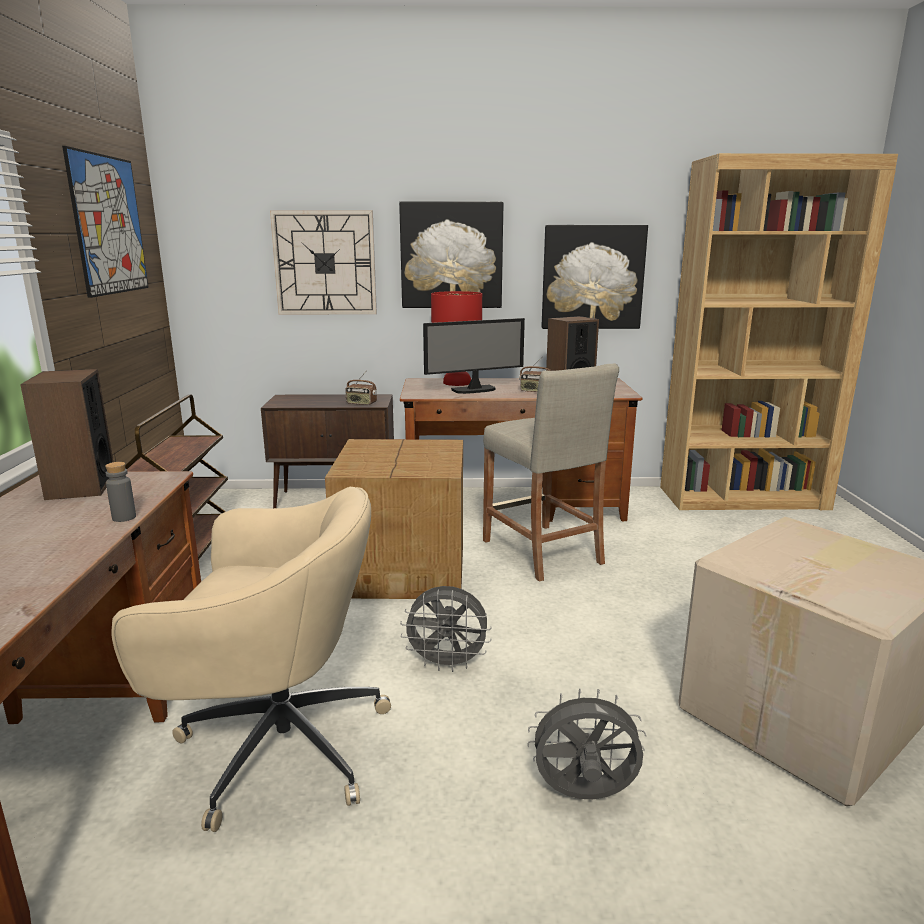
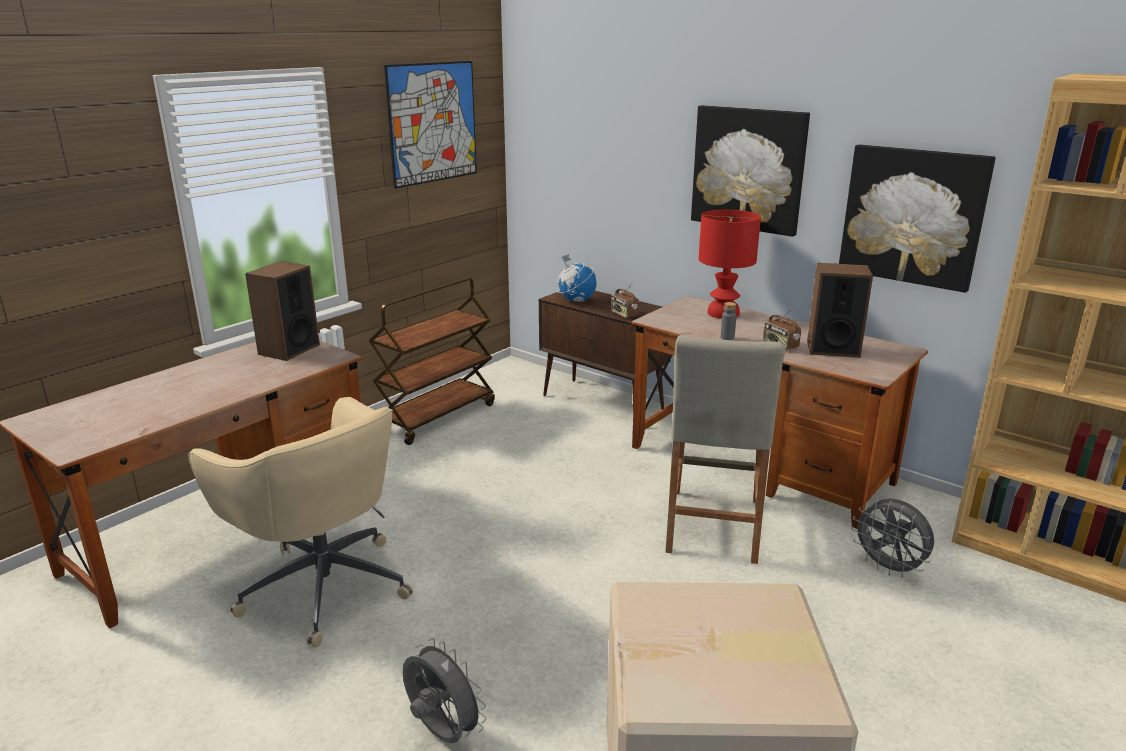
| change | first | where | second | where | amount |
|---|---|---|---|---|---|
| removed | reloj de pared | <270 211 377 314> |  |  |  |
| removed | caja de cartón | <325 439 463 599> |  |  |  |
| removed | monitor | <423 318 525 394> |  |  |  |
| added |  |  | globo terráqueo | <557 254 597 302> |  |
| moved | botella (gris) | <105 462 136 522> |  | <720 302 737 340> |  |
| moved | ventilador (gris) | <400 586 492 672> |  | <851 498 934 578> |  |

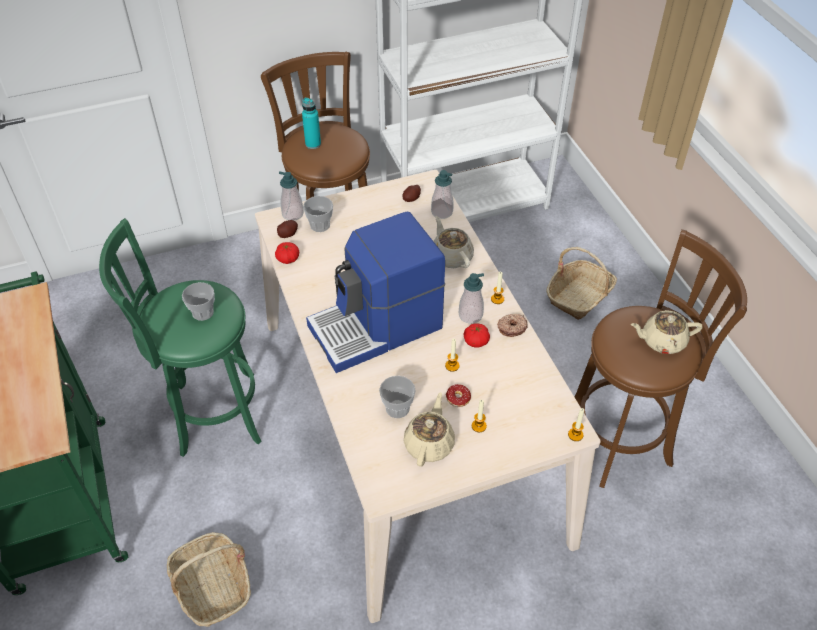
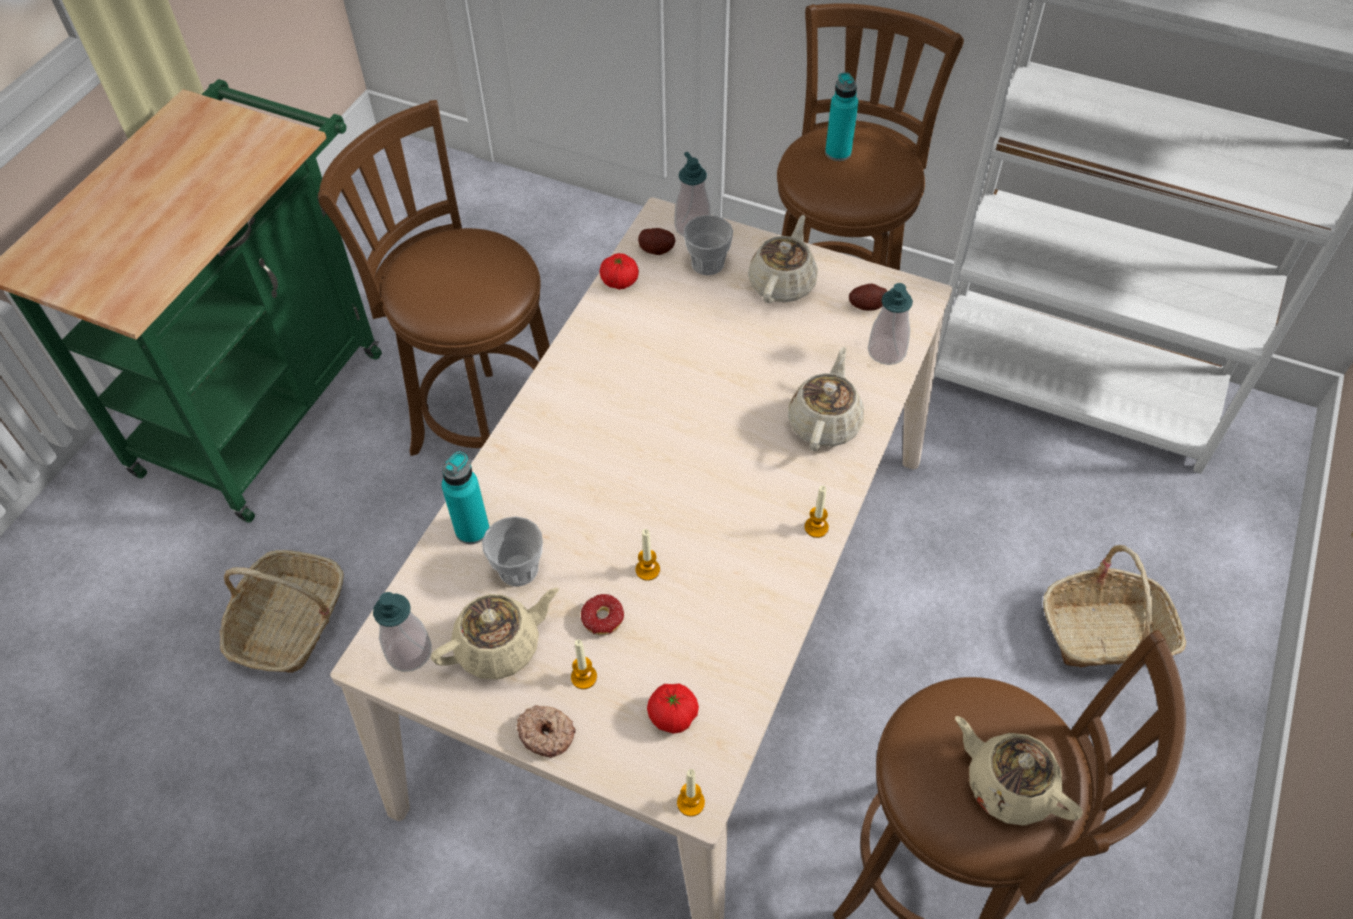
| change | first | where | second | where | amount |
|---|---|---|---|---|---|
| removed | taza | <182 282 215 321> |  |  |  |
| removed | cafetera | <306 212 445 373> |  |  |  |
| added |  |  | botella (turquesa) | <442 451 490 544> |  |
| added |  |  | tetera (beis) | <748 215 818 303> |  |
| moved | dispensador de jabón | <459 273 484 324> |  | <373 592 432 672> |  |
| moved | tomate | <464 323 490 348> |  | <647 683 699 734> |  |
| moved | rosquilla | <497 314 528 337> |  | <517 705 576 758> |  |
| recoloured | taburete (verde) | <99 218 261 457> | taburete (marrón) | <318 100 550 456> |  |

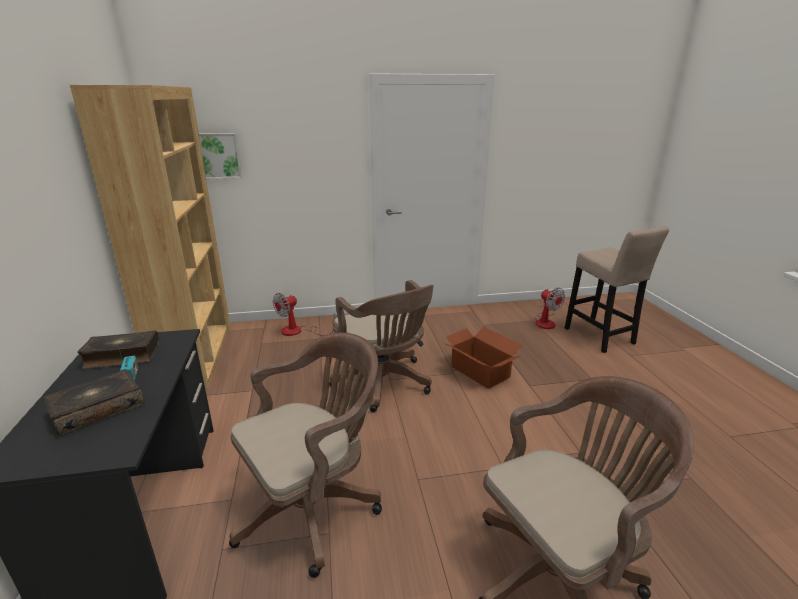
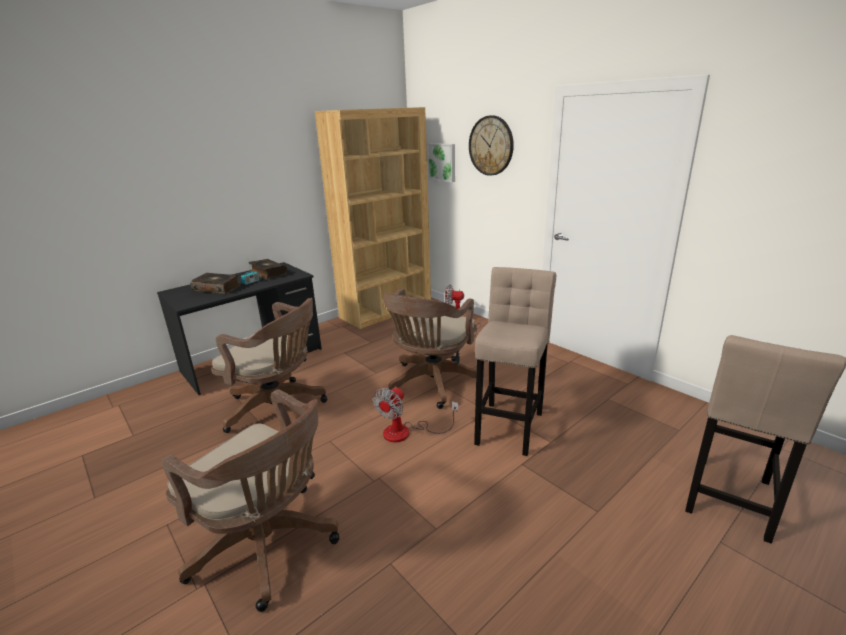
| change | first | where | second | where | amount |
|---|---|---|---|---|---|
| added |  |  | reloj de pared | <469 115 514 176> |  |
| moved | ventilador | <535 288 565 329> |  | <373 386 459 442> |  |
| replaced | caja de cartón | <444 326 522 389> | taburete (beis) | <474 267 556 456> |  |

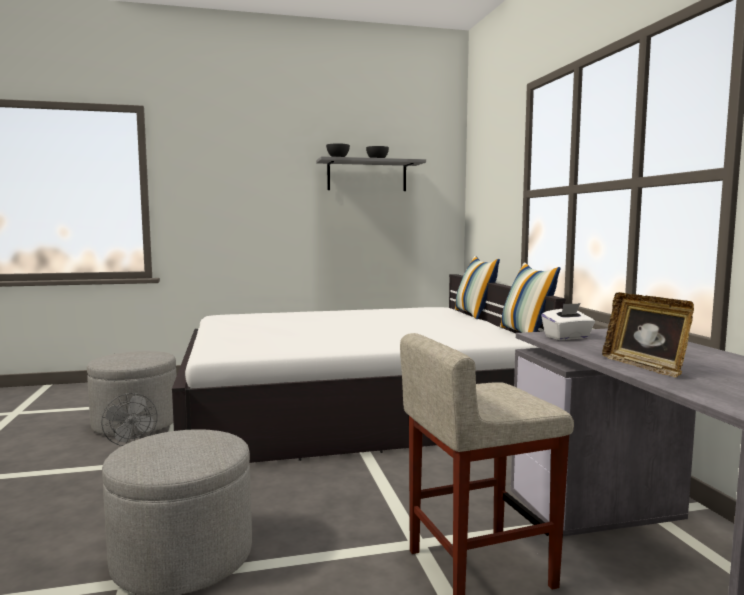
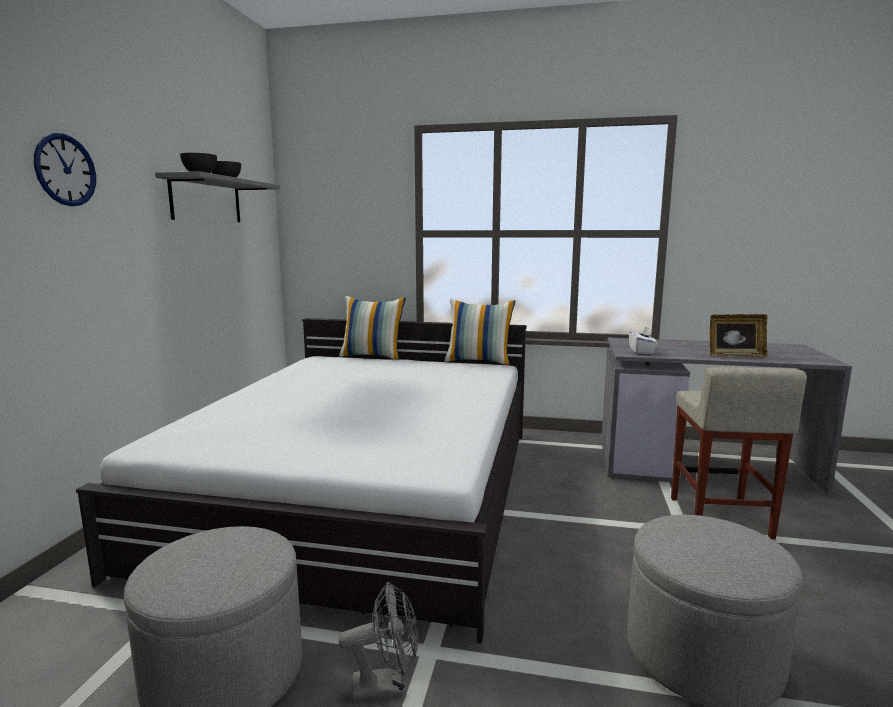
| change | first | where | second | where | amount |
|---|---|---|---|---|---|
| added |  |  | reloj de pared | <34 133 96 206> |  |

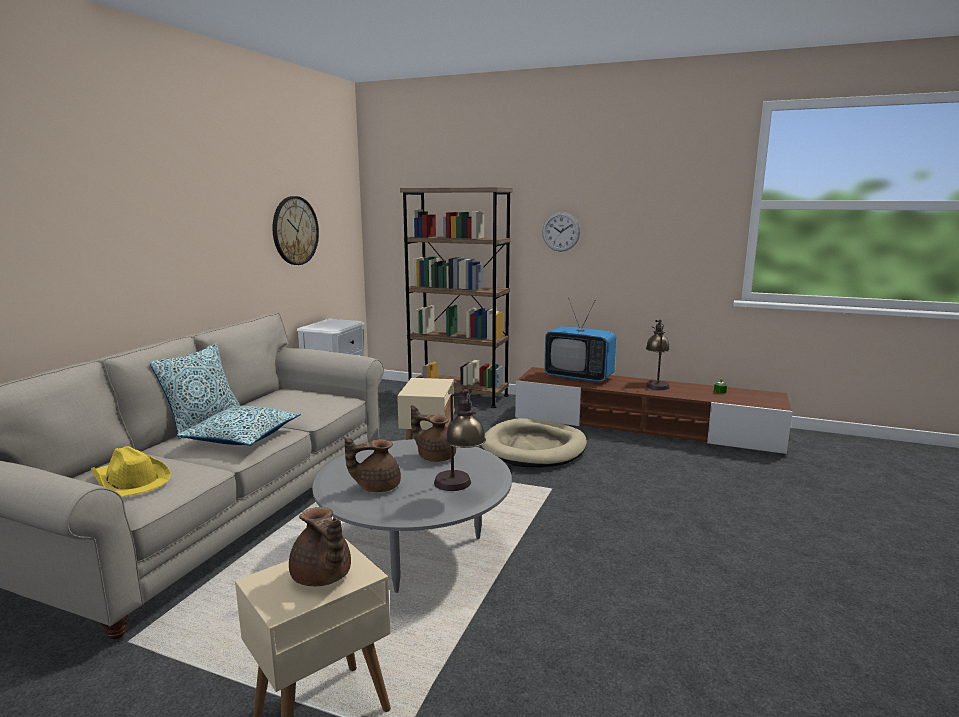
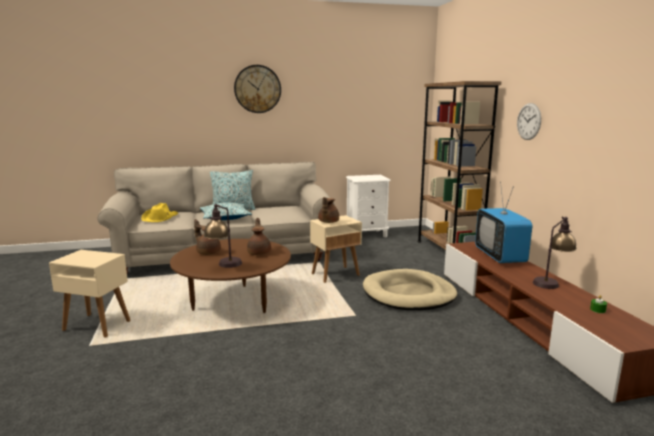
| change | first | where | second | where | amount |
|---|---|---|---|---|---|
| moved | reloj de pared | <273 196 319 265> |  | <234 65 281 113> |  |
| moved | tetera (marrón) | <289 507 351 586> |  | <318 197 339 223> |  |
| recoloured | mesa de centro (gris) | <312 439 512 593> | mesa de centro (marrón) | <170 239 291 313> |  |

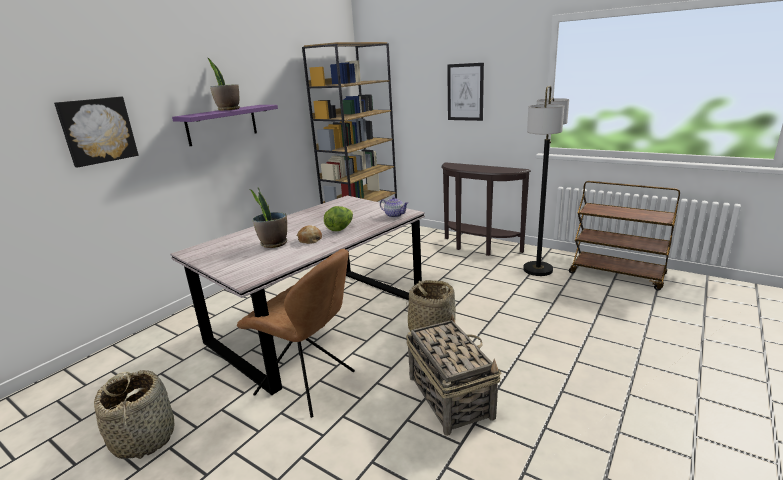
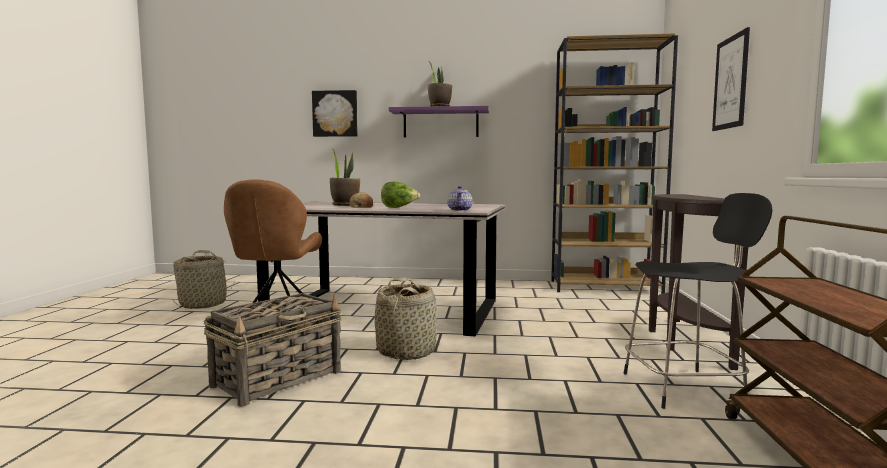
| change | first | where | second | where | amount |
|---|---|---|---|---|---|
| replaced | lámpara de pie | <523 86 569 276> | taburete (negro) | <624 193 773 409> |  |

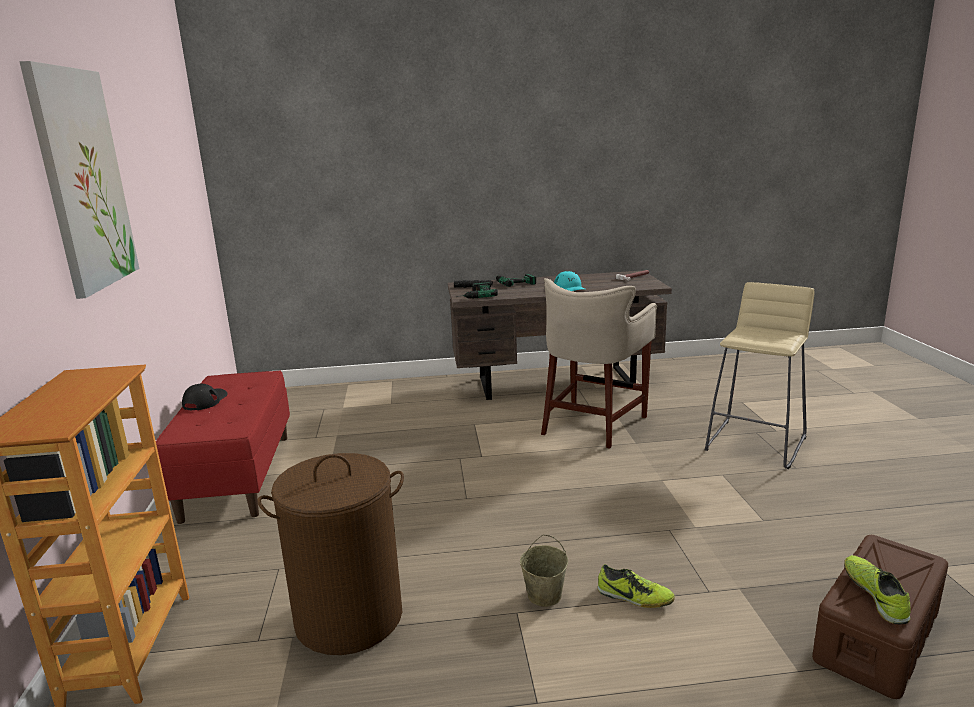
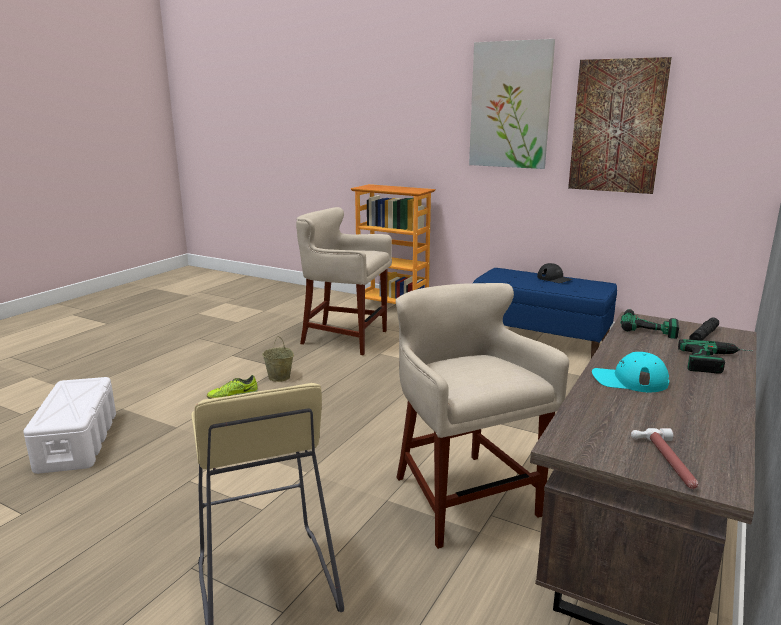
| change | first | where | second | where | amount |
|---|---|---|---|---|---|
| removed | zapato | <844 555 911 624> |  |  |  |
| added |  |  | cuadro | <568 57 672 194> |  |
| replaced | cesto de la ropa (marrón) | <257 453 404 655> | taburete (beis) | <296 207 392 355> |  |
| recoloured | banco (rojo) | <156 371 290 524> | banco (azul) | <473 268 617 358> |  |
| recoloured | caja de almacenaje (marrón) | <812 535 948 699> | caja de almacenaje (blanco) | <23 377 116 474> |  |

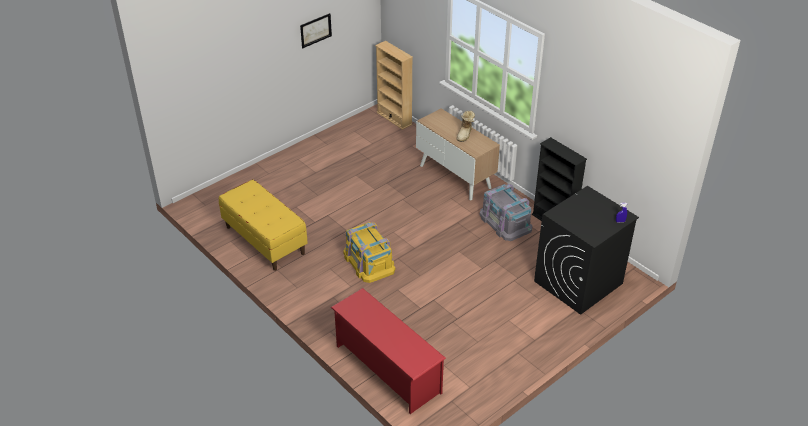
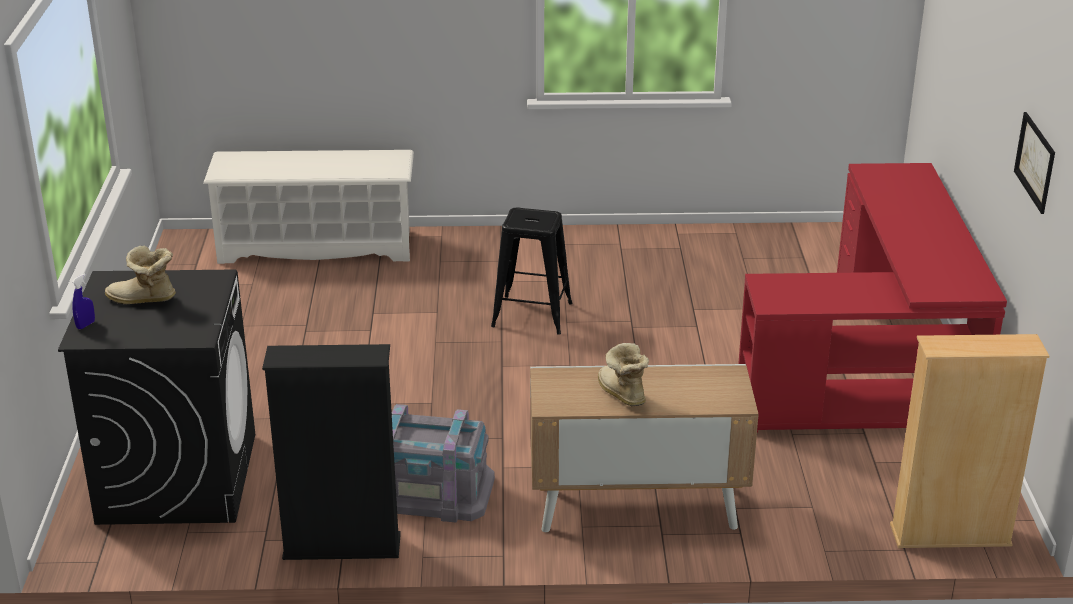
| change | first | where | second | where | amount |
|---|---|---|---|---|---|
| removed | banco (amarillo) | <219 180 308 271> |  |  |  |
| added |  |  | bota | <105 245 176 304> |  |
| added |  |  | escritorio (rojo) | <738 163 1007 433> |  |
| replaced | caja de almacenaje (amarillo) | <343 222 395 283> | taburete (negro) | <491 207 573 335> |  |
| recoloured | zapatero (rojo) | <331 288 446 414> | zapatero (blanco) | <203 150 414 264> |  |

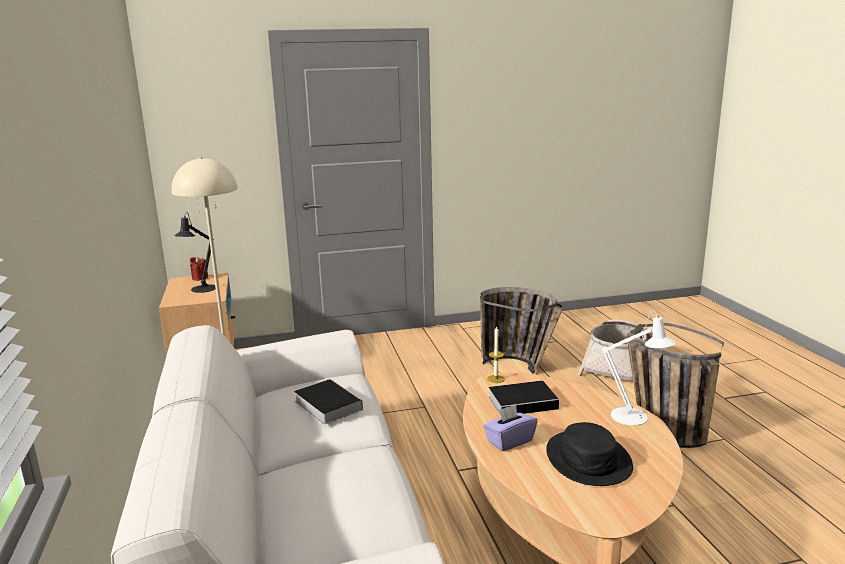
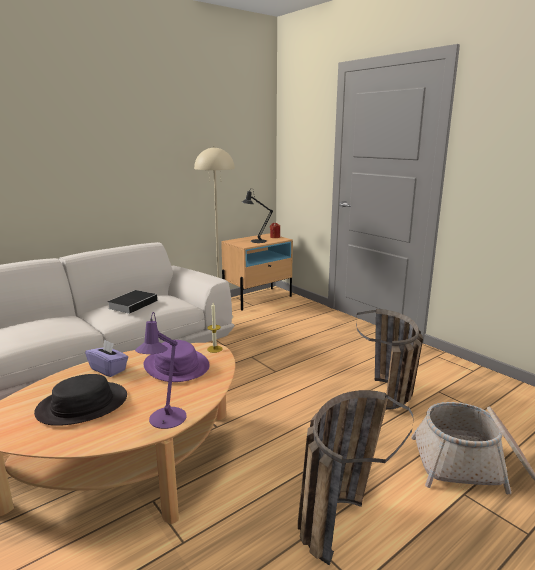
| change | first | where | second | where | amount |
|---|---|---|---|---|---|
| replaced | libro | <489 380 568 416> | sombrero (morado) | <143 340 210 382> |  |
| recoloured | lámpara de mesa (blanco) | <602 310 676 426> | lámpara de mesa (morado) | <135 312 187 429> |  |

